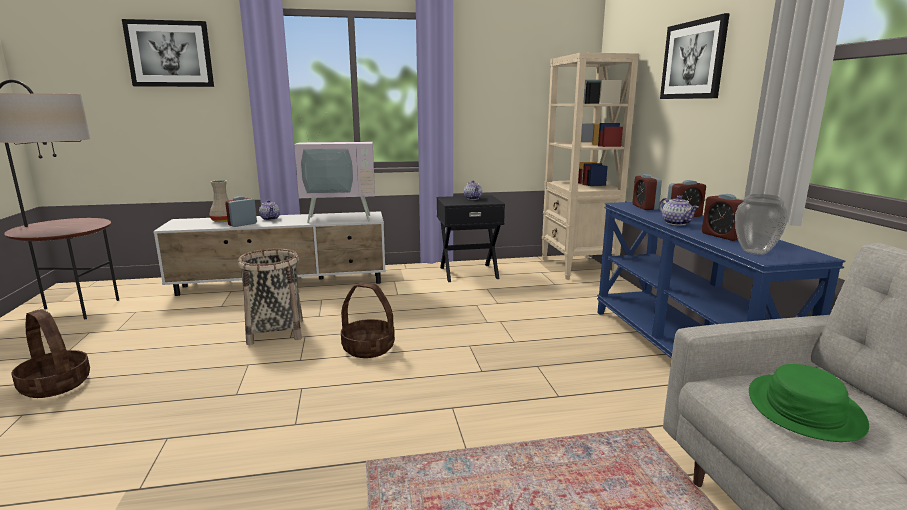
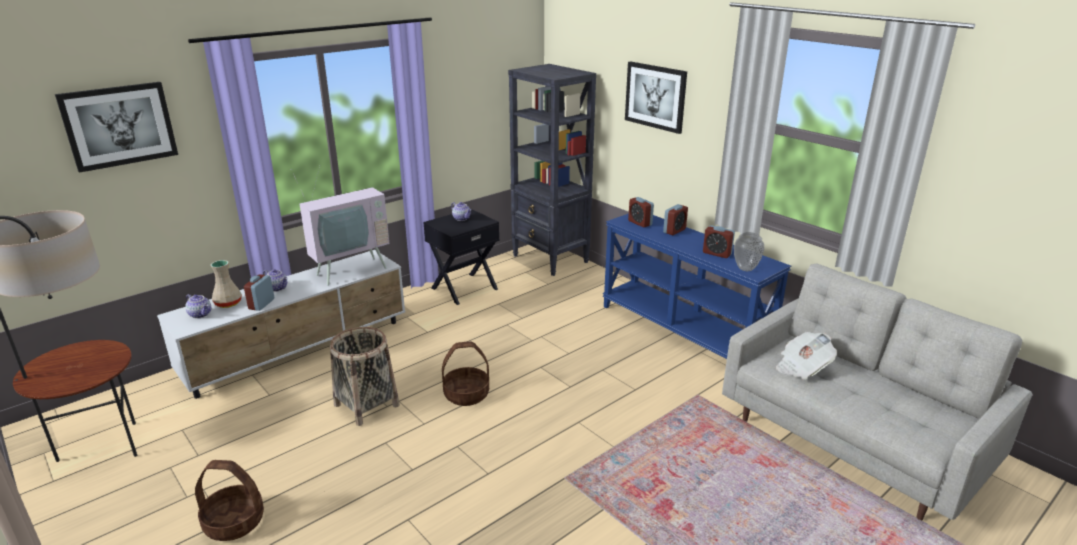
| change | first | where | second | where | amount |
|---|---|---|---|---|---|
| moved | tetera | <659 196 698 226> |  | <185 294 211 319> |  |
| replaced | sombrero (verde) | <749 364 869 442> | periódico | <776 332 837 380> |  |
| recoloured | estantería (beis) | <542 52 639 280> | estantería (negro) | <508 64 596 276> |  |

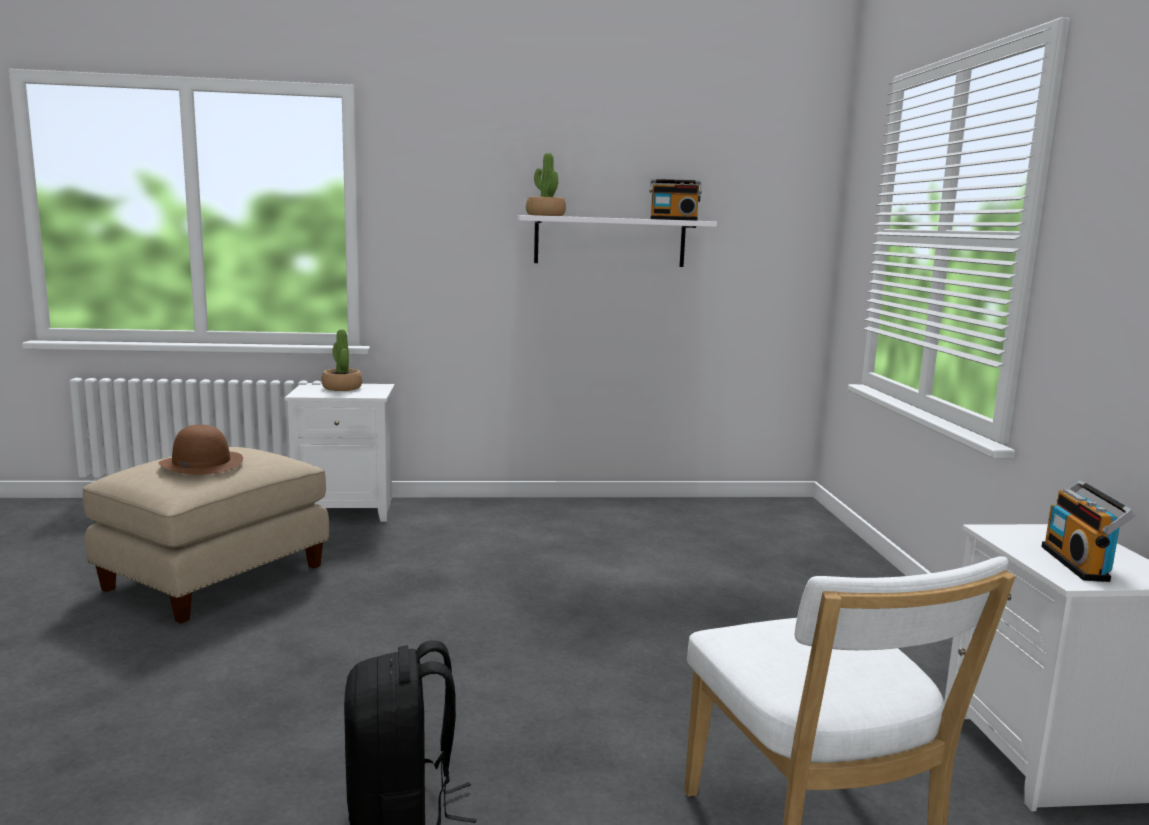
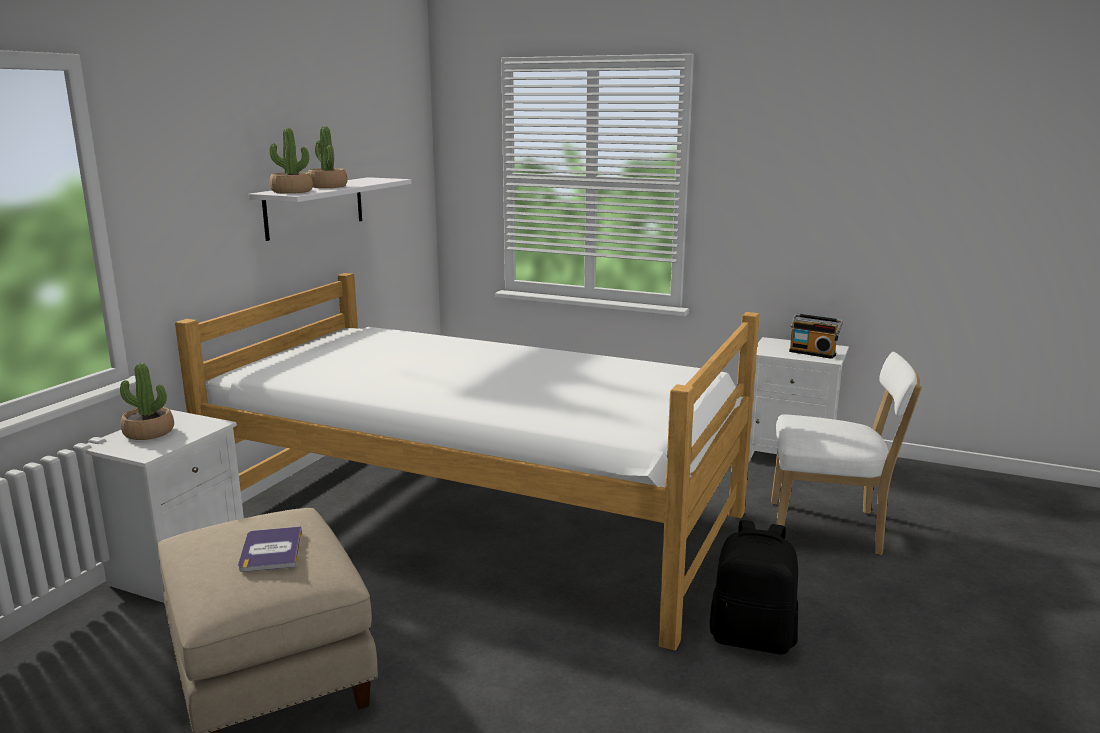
| change | first | where | second | where | amount |
|---|---|---|---|---|---|
| removed | radio | <649 179 702 221> |  |  |  |
| added |  |  | cama | <175 273 760 651> |  |
| added |  |  | planta en maceta | <308 126 348 188> |  |
| replaced | sombrero (marrón) | <159 424 243 475> | libro | <238 526 302 572> |  |

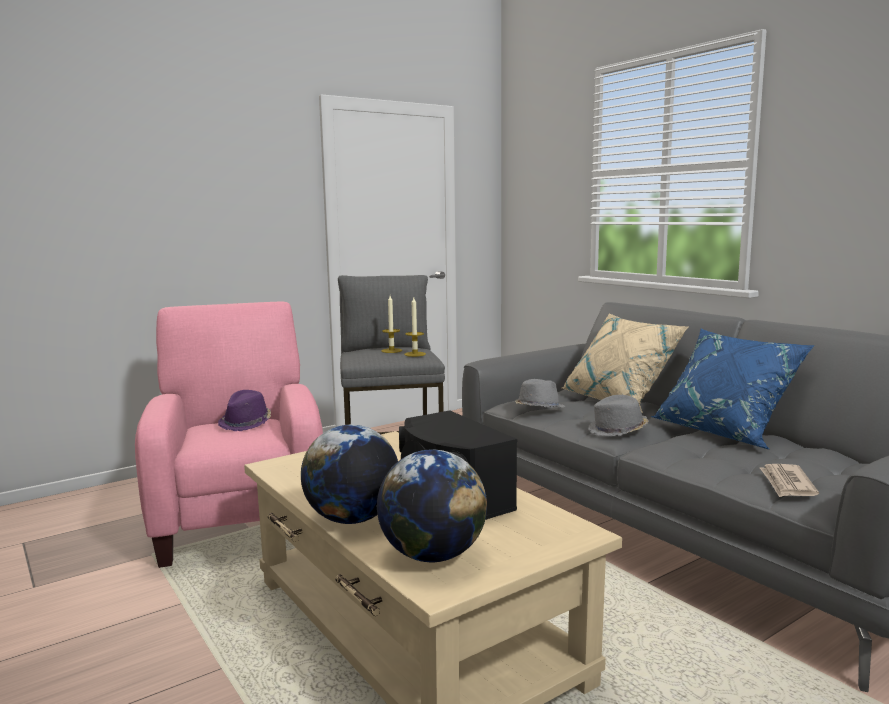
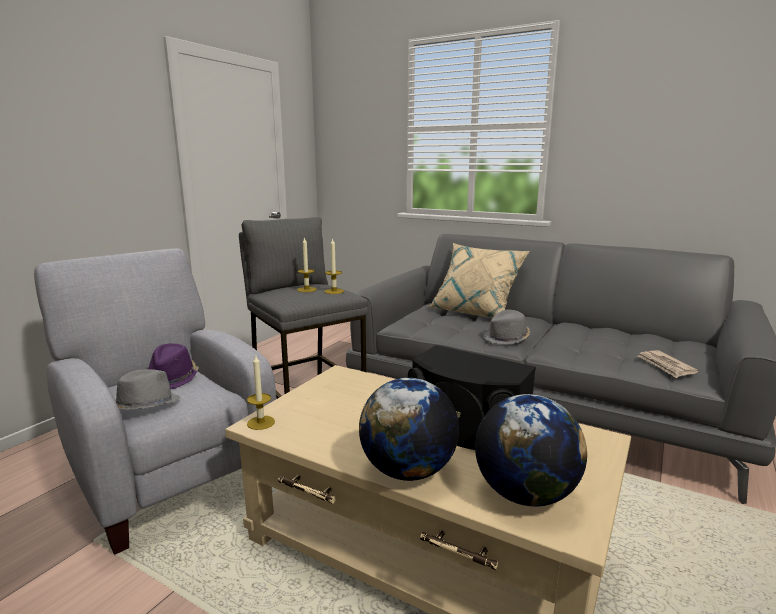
| change | first | where | second | where | amount |
|---|---|---|---|---|---|
| removed | cojín (azul) | <651 329 815 449> |  |  |  |
| added |  |  | vela | <247 354 275 430> |  |
| moved | sombrero (gris) | <515 379 566 407> |  | <115 369 180 410> |  |
| recoloured | sillón (rosa) | <135 302 323 568> | sillón (gris) | <34 248 276 554> |  |

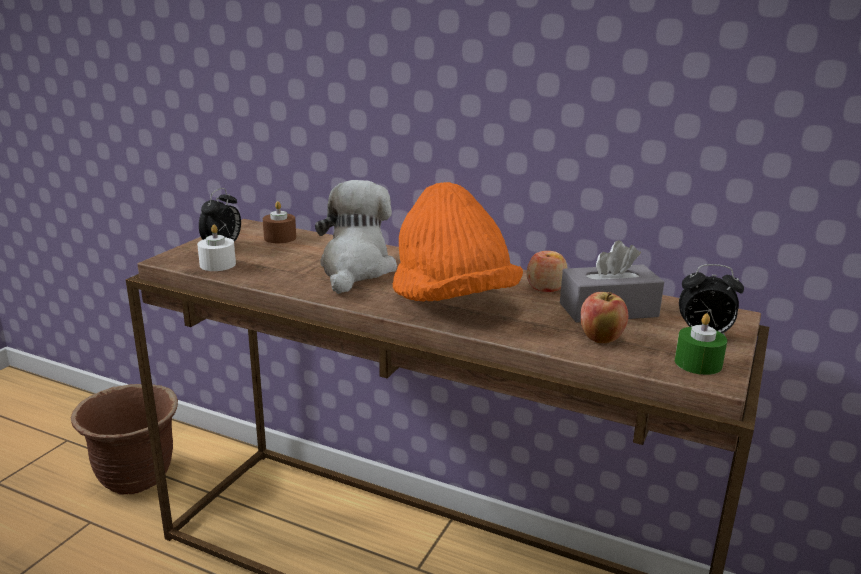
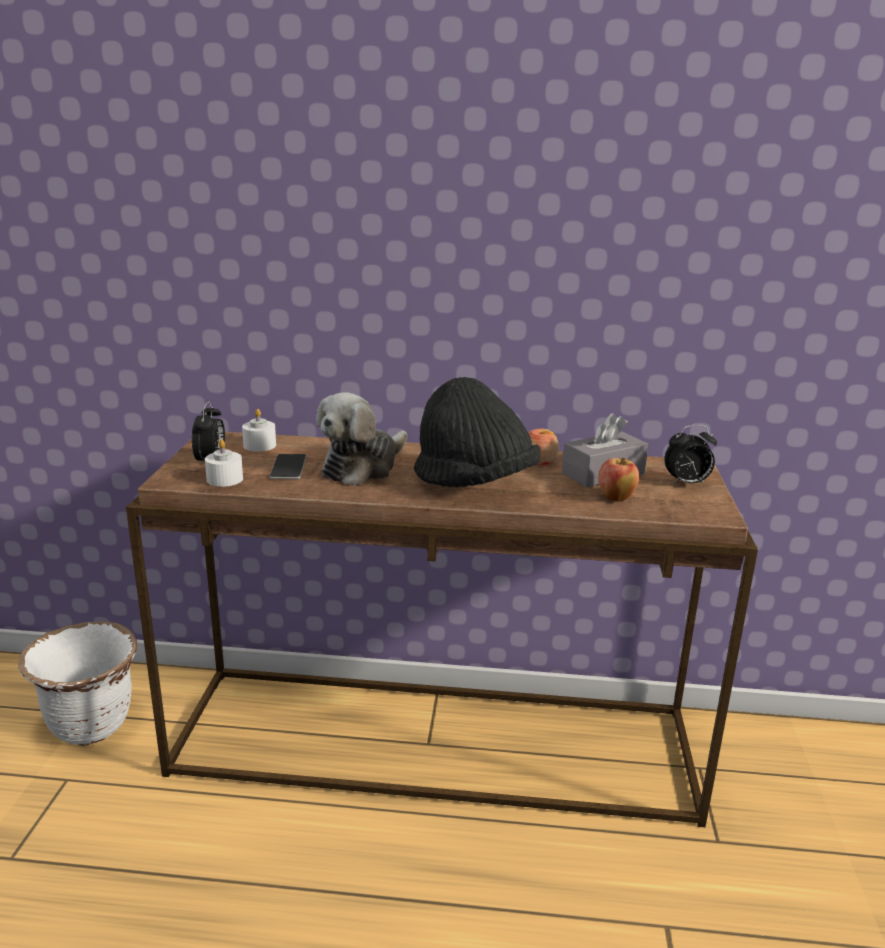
| change | first | where | second | where | amount |
|---|---|---|---|---|---|
| removed | vela (verde) | <675 314 727 375> |  |  |  |
| added |  |  | móvil | <269 454 306 479> |  |
| recoloured | maceta (marrón) | <71 384 178 495> | maceta (blanco) | <18 621 137 746> |  |
| recoloured | vela (marrón) | <263 201 296 243> | vela (blanco) | <242 409 276 452> |  |
| recoloured | sombrero (naranja) | <393 182 523 302> | sombrero (negro) | <414 377 541 487> |  |
| turned | peluche | <315 180 397 294> |  | <316 393 407 486> | 135 degrees counterclockwise |

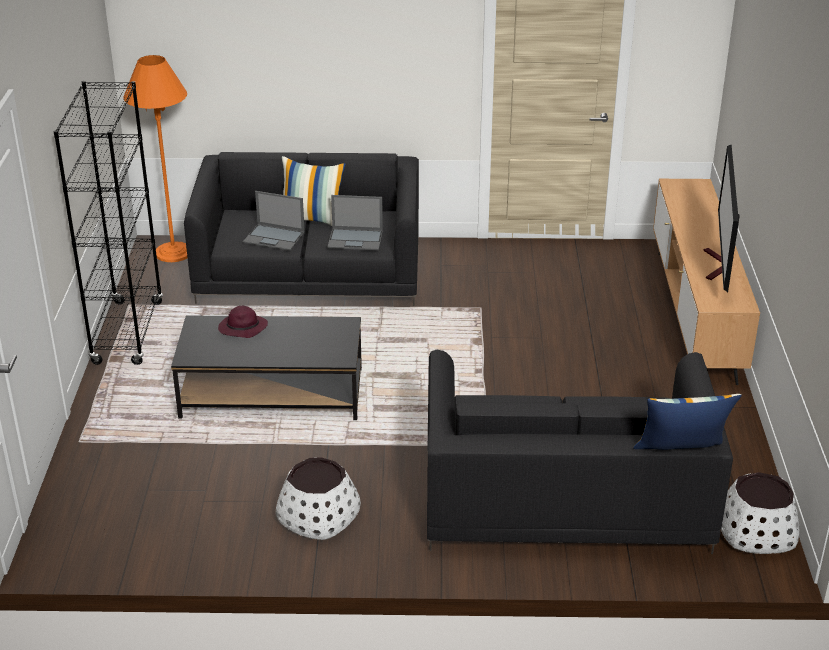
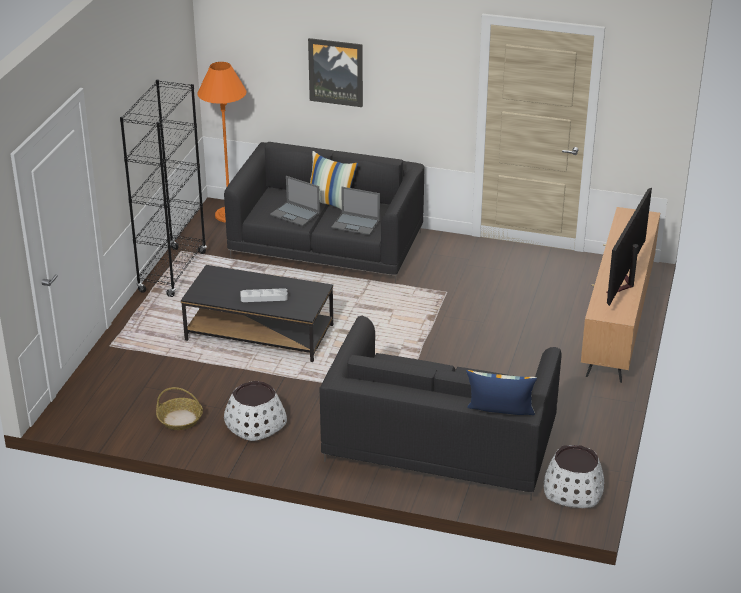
| change | first | where | second | where | amount |
|---|---|---|---|---|---|
| removed | sombrero (morado) | <218 306 268 338> |  |  |  |
| added |  |  | cesta | <156 387 203 430> |  |
| added |  |  | bandeja (gris) | <241 288 288 302> |  |
| added |  |  | cuadro | <308 38 363 107> |  |

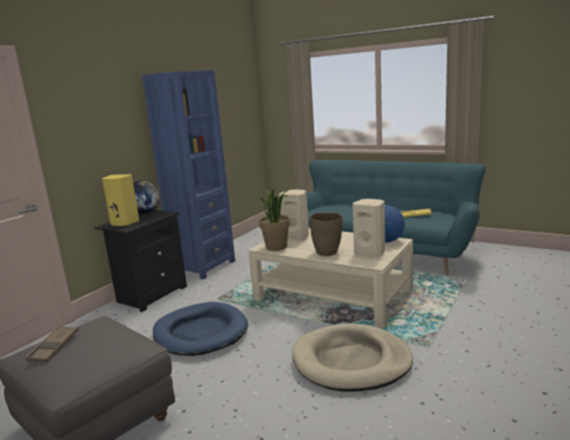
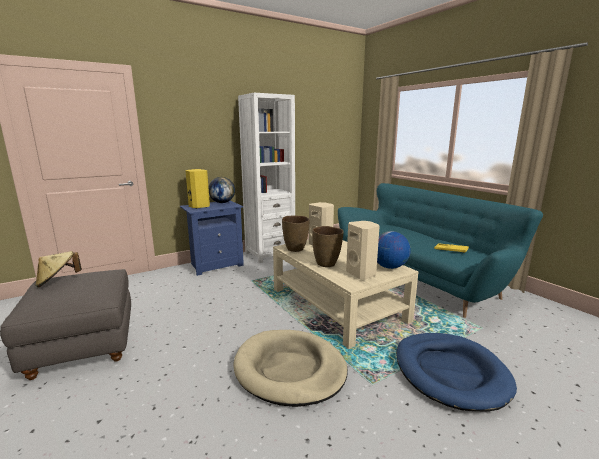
| change | first | where | second | where | amount |
|---|---|---|---|---|---|
| moved | cama para perro (azul) | <153 302 248 356> |  | <396 333 517 411> |  |
| replaced | bandeja (marrón) | <26 326 79 362> | sombrero (beis) | <35 251 82 288> |  |
| replaced | planta en maceta | <259 188 290 251> | florero (marrón) | <282 216 310 252> |  |
| recoloured | mesita de noche (negro) | <94 210 187 312> | mesita de noche (azul) | <180 200 244 276> |  |
| recoloured | estantería (azul) | <142 70 235 279> | estantería (blanco) | <238 93 295 263> |  |

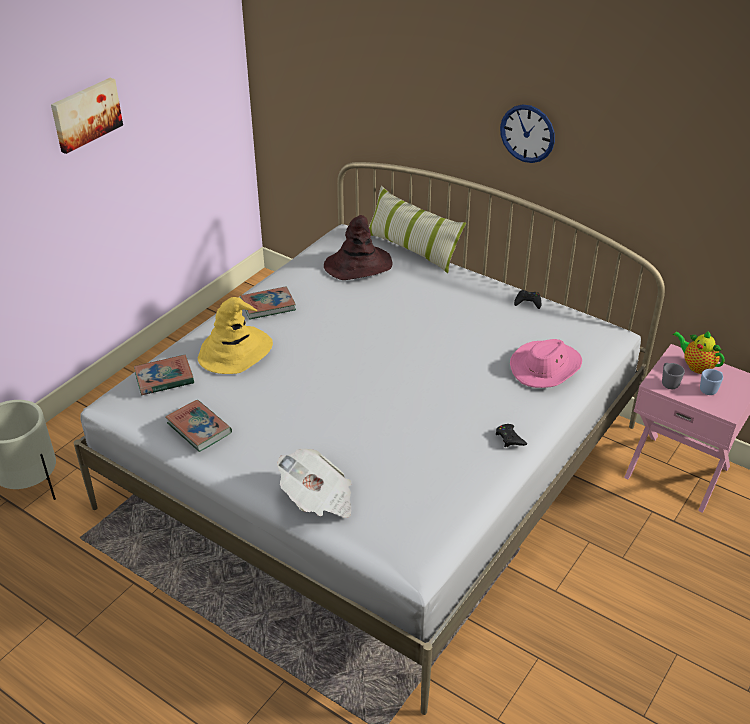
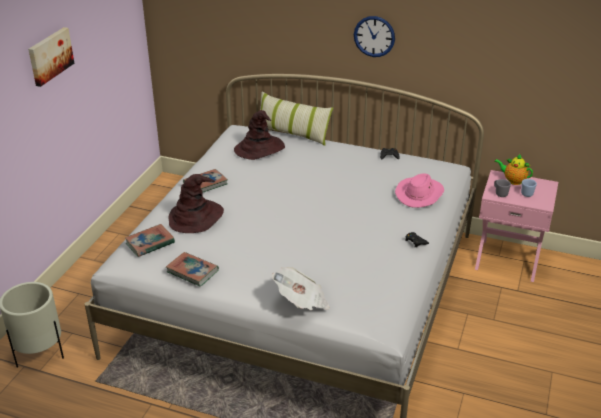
| change | first | where | second | where | amount |
|---|---|---|---|---|---|
| recoloured | sombrero (amarillo) | <198 297 273 374> | sombrero (marrón) | <168 174 224 233> |  |

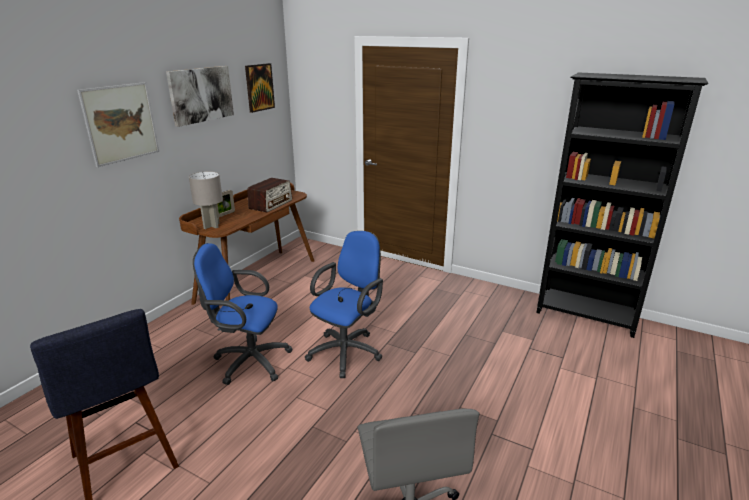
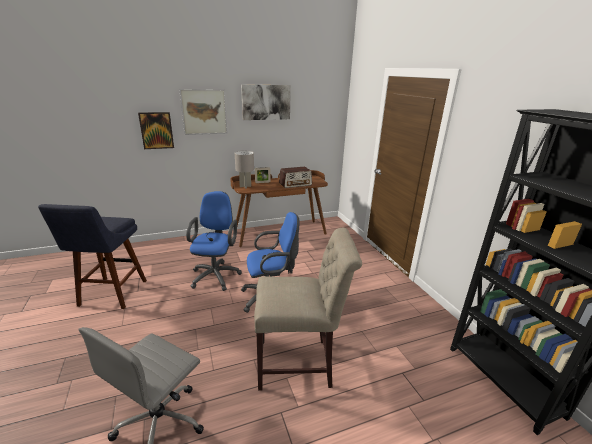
| change | first | where | second | where | amount |
|---|---|---|---|---|---|
| added |  |  | silla (beis) | <254 228 362 391> |  |
| moved | cuadro | <245 63 275 113> |  | <138 112 174 149> |  |
| turned | silla de oficina (azul) | <193 243 293 385> |  | <186 191 242 291> | 45 degrees clockwise |

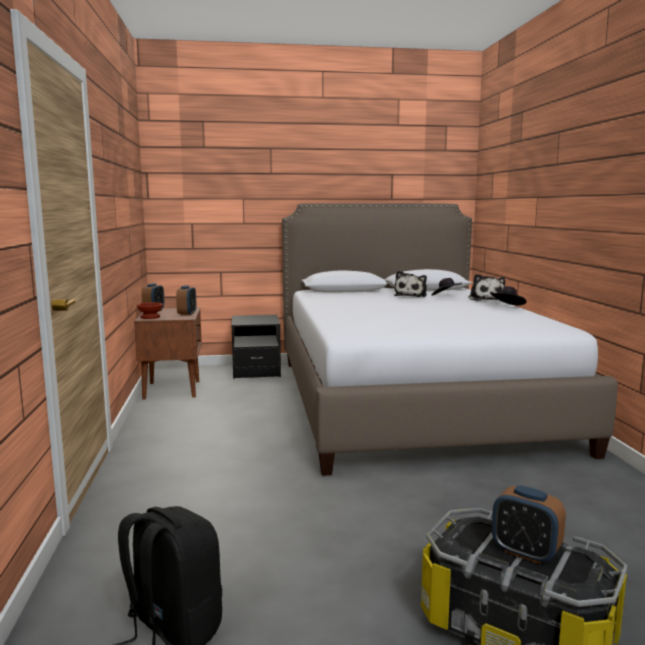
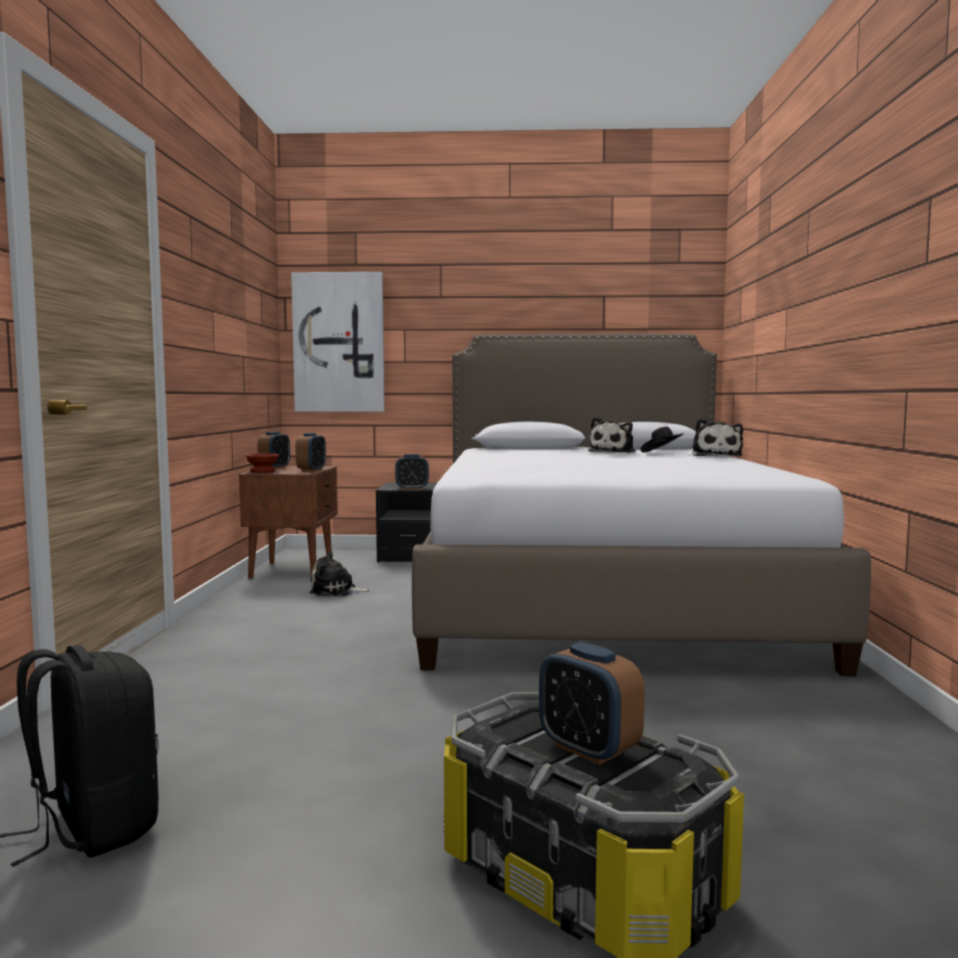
| change | first | where | second | where | amount |
|---|---|---|---|---|---|
| removed | sombrero (negro) | <490 286 526 306> |  |  |  |
| added |  |  | cuadro | <291 272 384 412> |  |
| added |  |  | peluche | <309 551 371 597> |  |
| added |  |  | despertador | <395 454 429 490> |  |

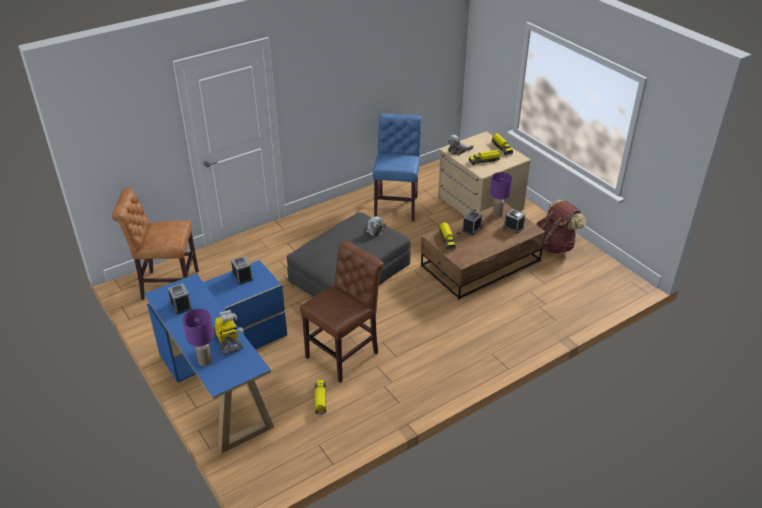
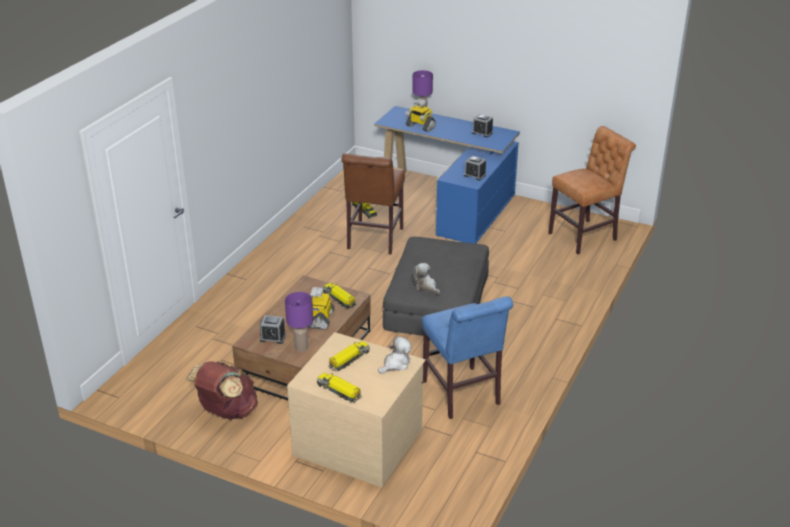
| change | first | where | second | where | amount |
|---|---|---|---|---|---|
| replaced | despertador | <462 210 482 235> | robot de juguete | <308 287 335 330> |  |

